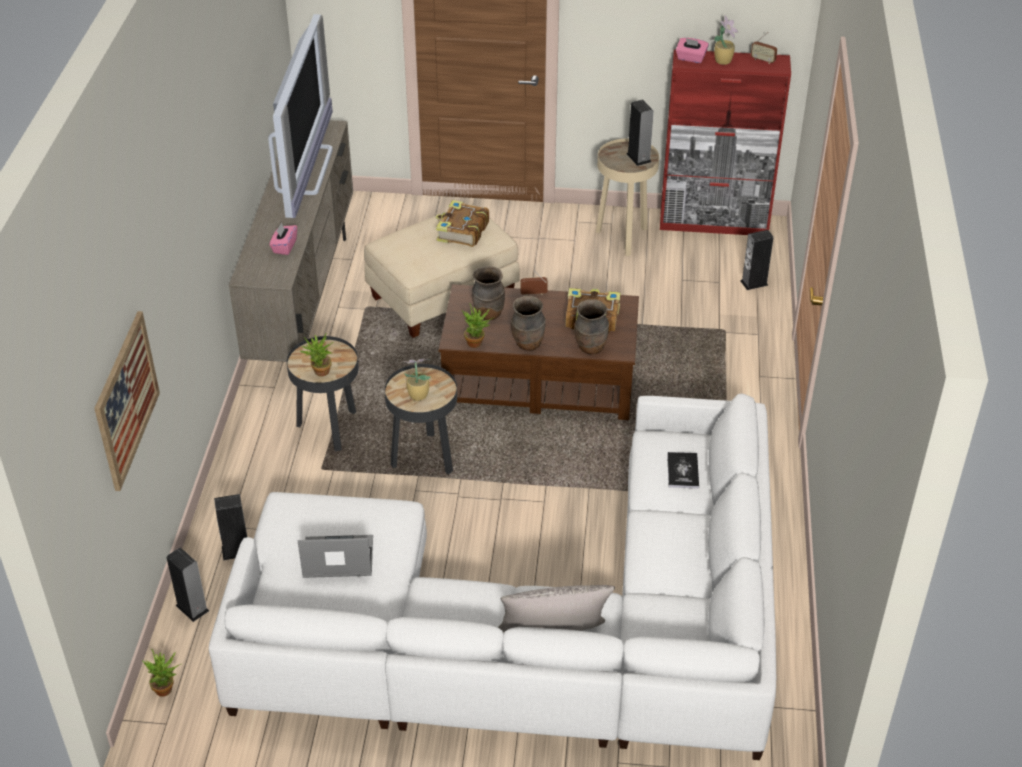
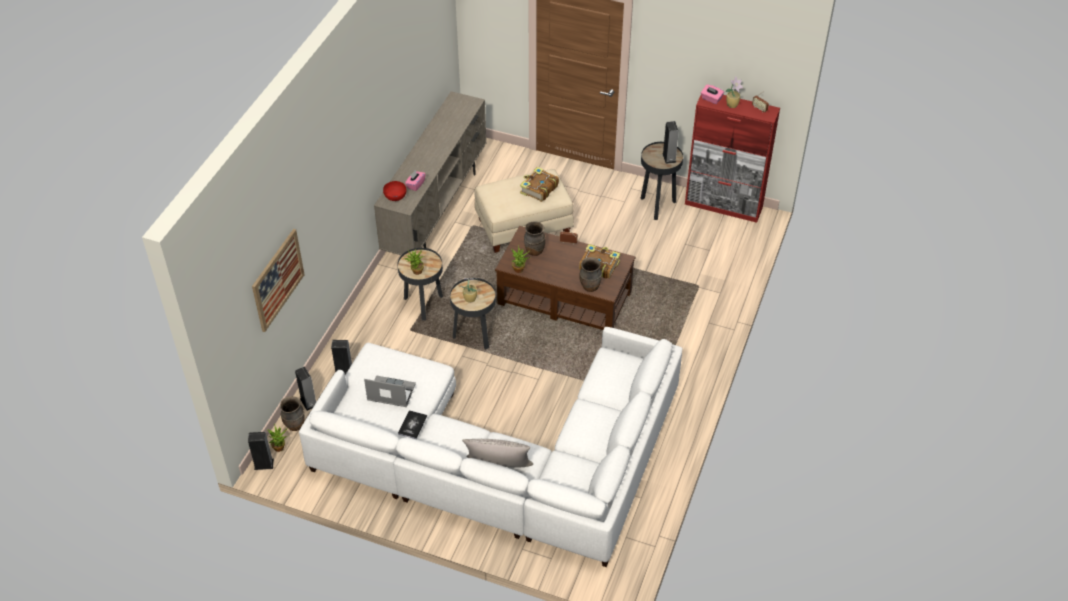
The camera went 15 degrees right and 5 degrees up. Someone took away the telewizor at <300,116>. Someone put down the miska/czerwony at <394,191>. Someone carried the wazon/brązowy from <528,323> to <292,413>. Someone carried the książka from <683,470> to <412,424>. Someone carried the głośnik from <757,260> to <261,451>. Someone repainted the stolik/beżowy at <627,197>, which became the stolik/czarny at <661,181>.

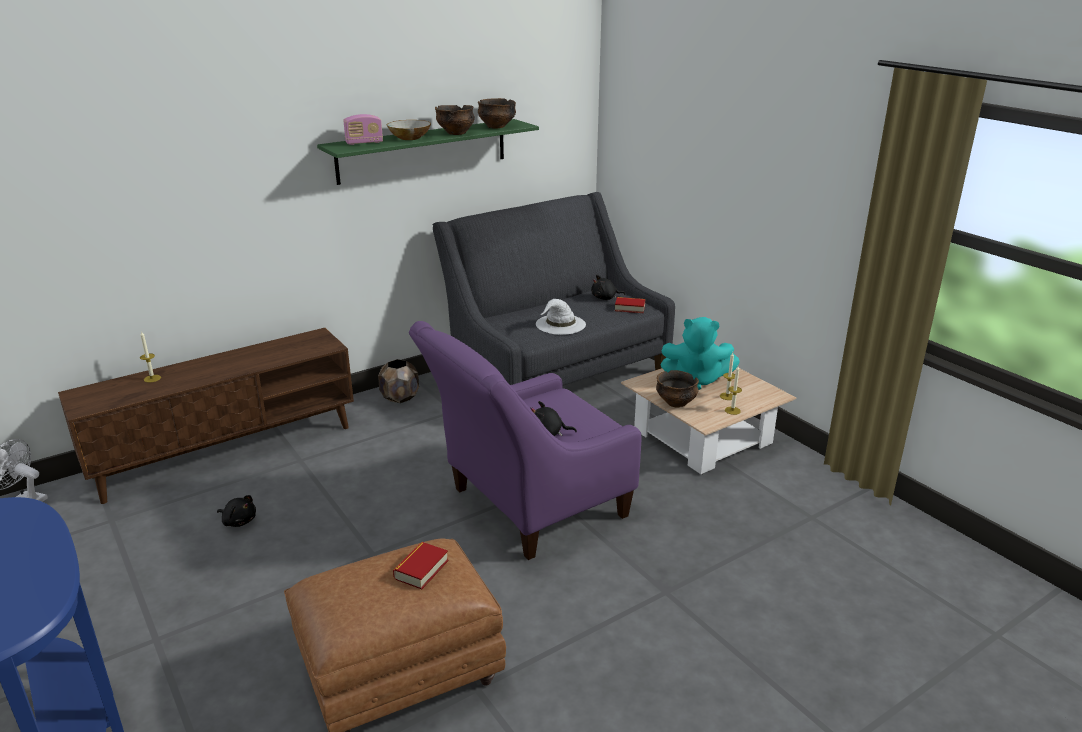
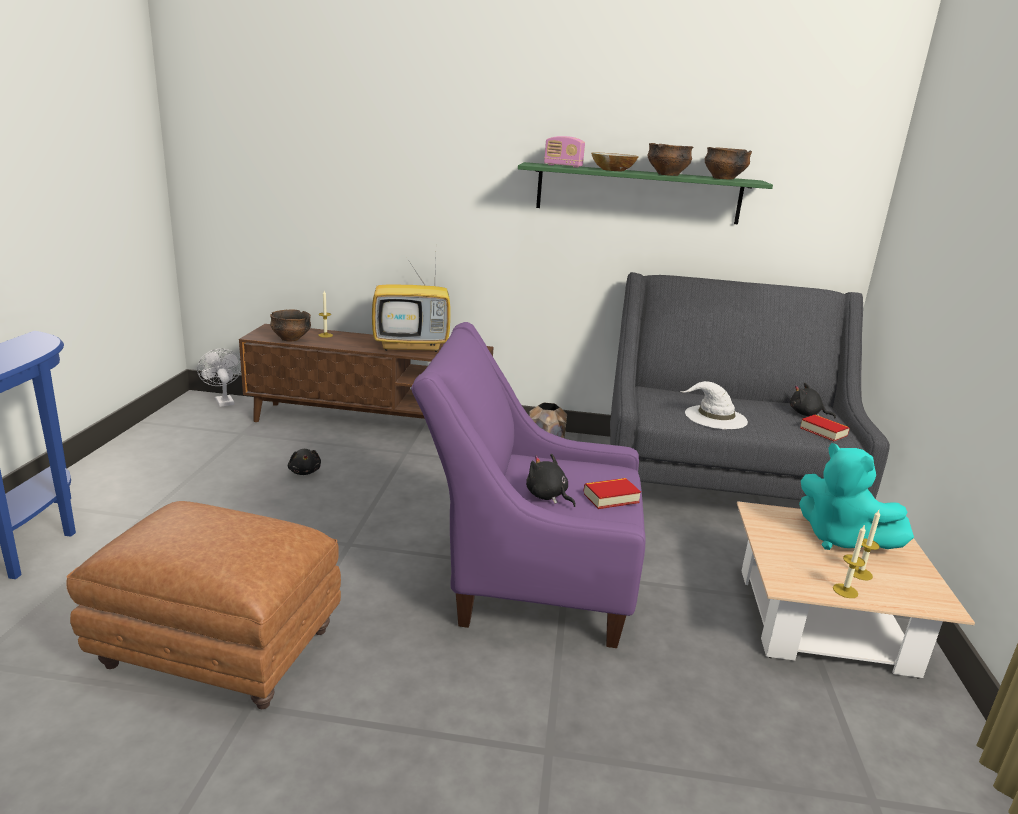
The camera went 40 degrees right and 5 degrees down. Someone put down the telewizor at <411,301>. Someone carried the książka from <421,565> to <612,493>. Someone carried the miska from <677,389> to <290,326>.

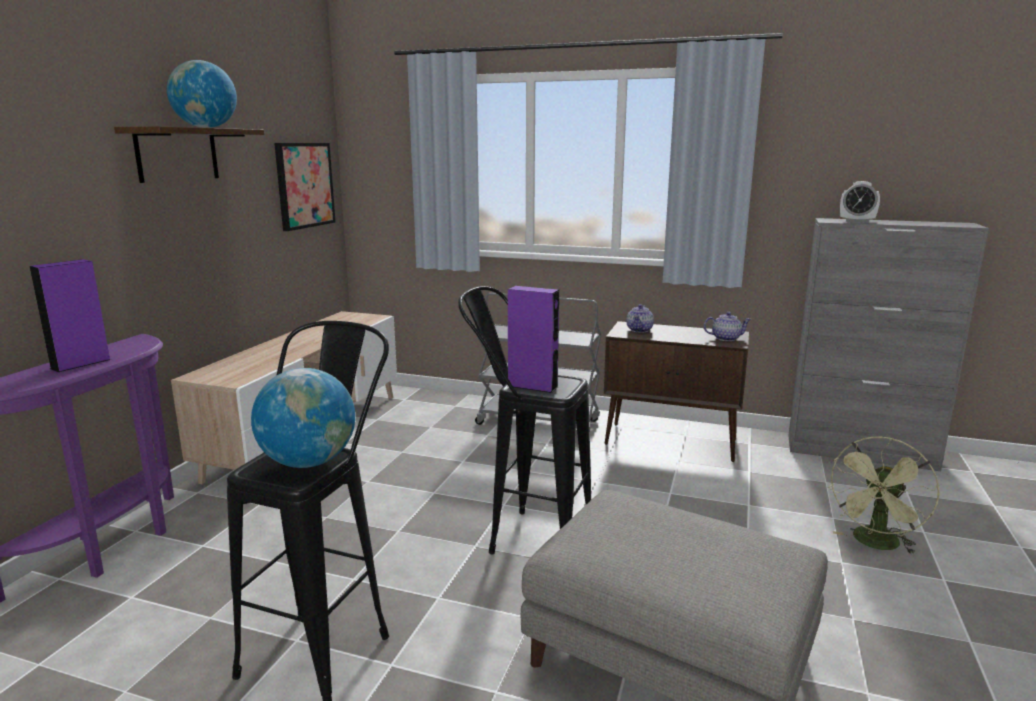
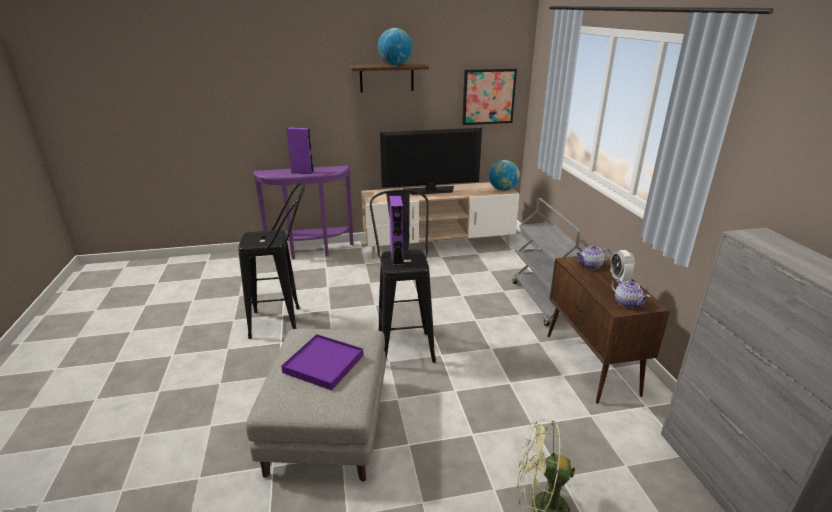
The camera went 60 degrees right and 10 degrees up. Someone put down the taca/fioletowy at <322,362>. Someone put down the telewizor at <431,161>. Someone carried the globus from <303,418> to <504,175>. Someone carried the budzik from <860,202> to <622,266>.

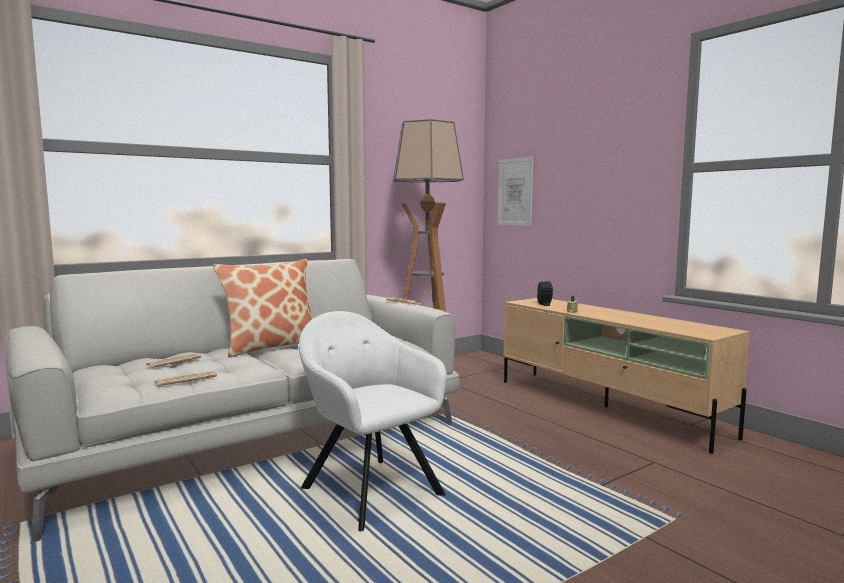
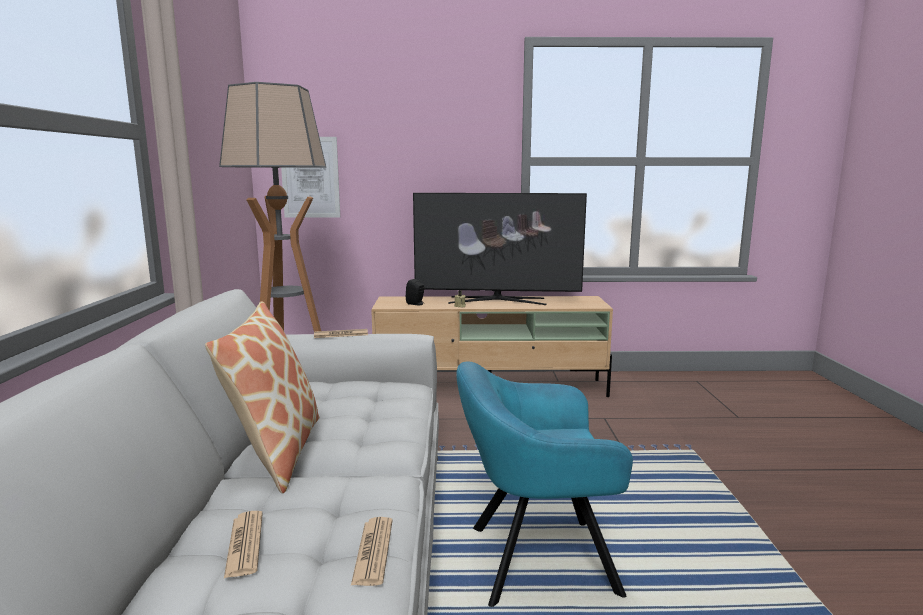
The camera went 55 degrees left and 5 degrees up. Someone put down the telewizor at <500,249>. Someone repainted the fotel/biały at <373,421>, which became the fotel/turkusowy at <544,484>.

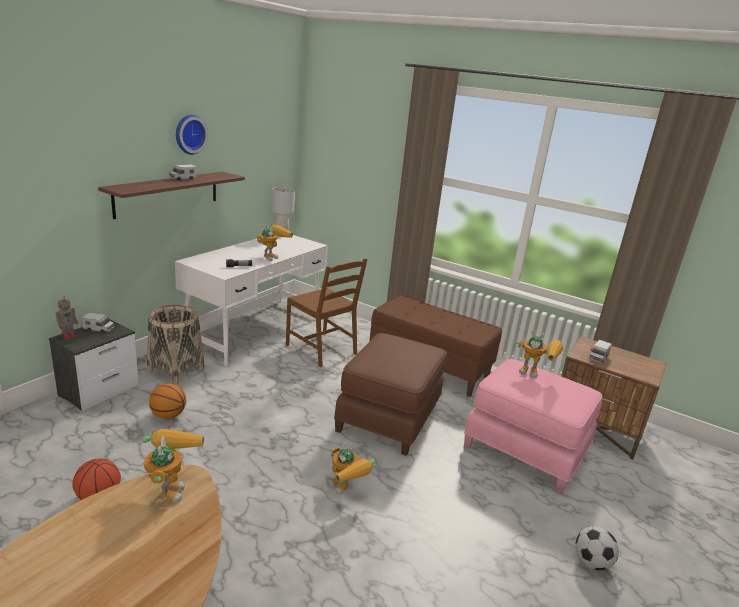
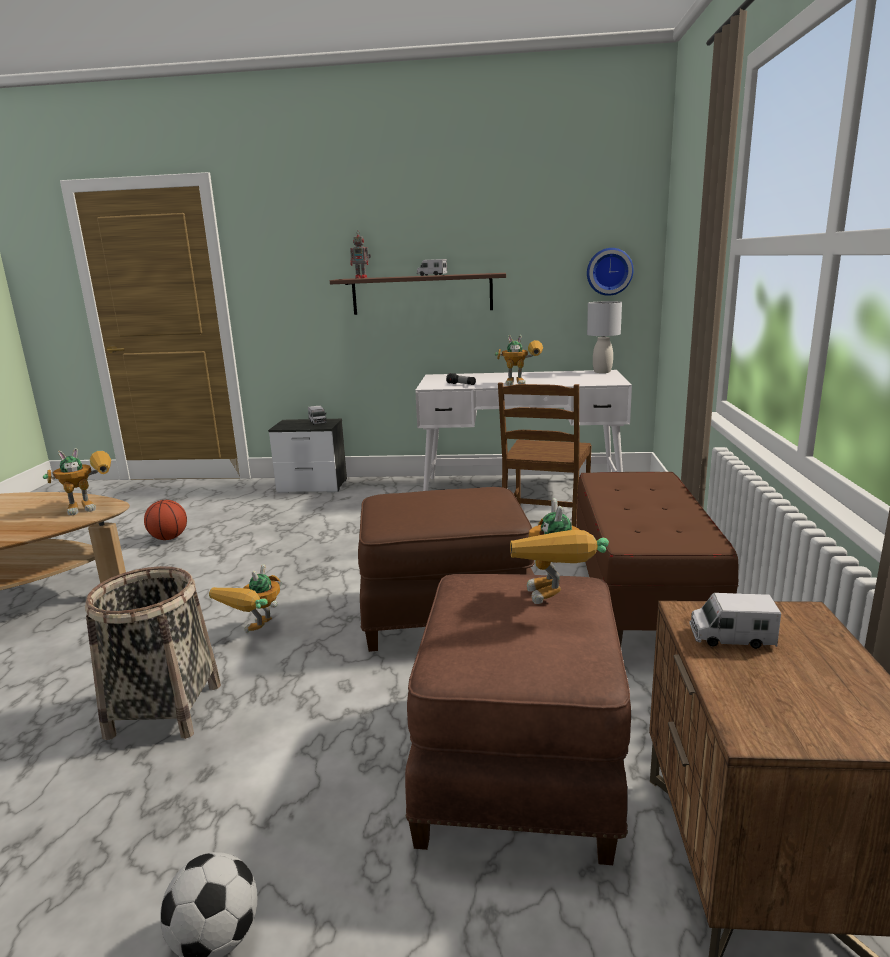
The camera went 65 degrees right and 5 degrees down. Someone took away the piłka do koszykówki at <167,401>. Someone carried the robot zabawkowy from <67,317> to <360,256>. Someone carried the koszyk from <176,345> to <153,653>. Someone carried the zegar ścienny from <192,135> to <610,272>. Someone repainted the pufa/różowy at <533,426>, which became the pufa/brązowy at <518,719>.

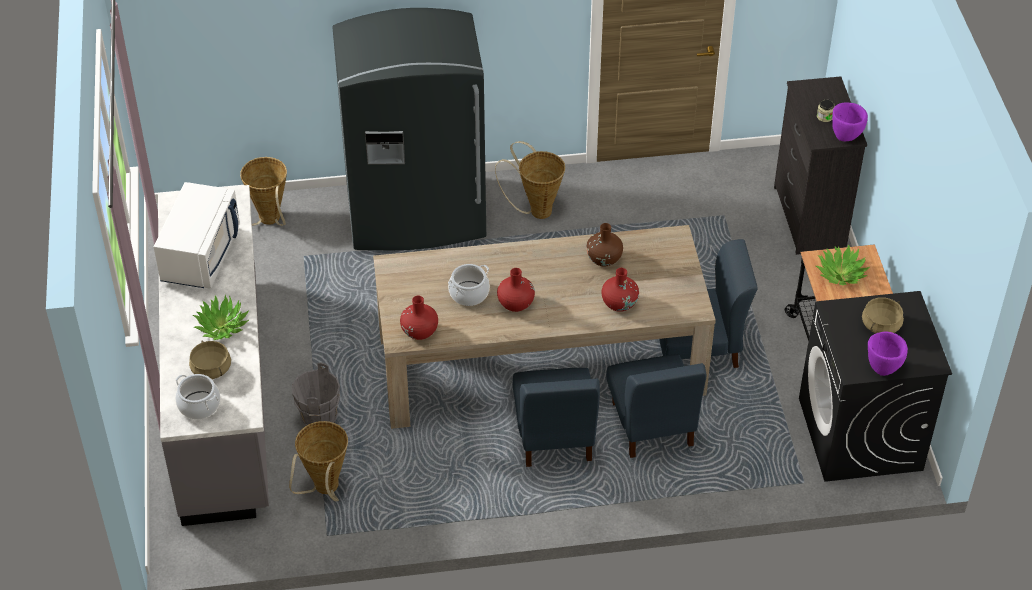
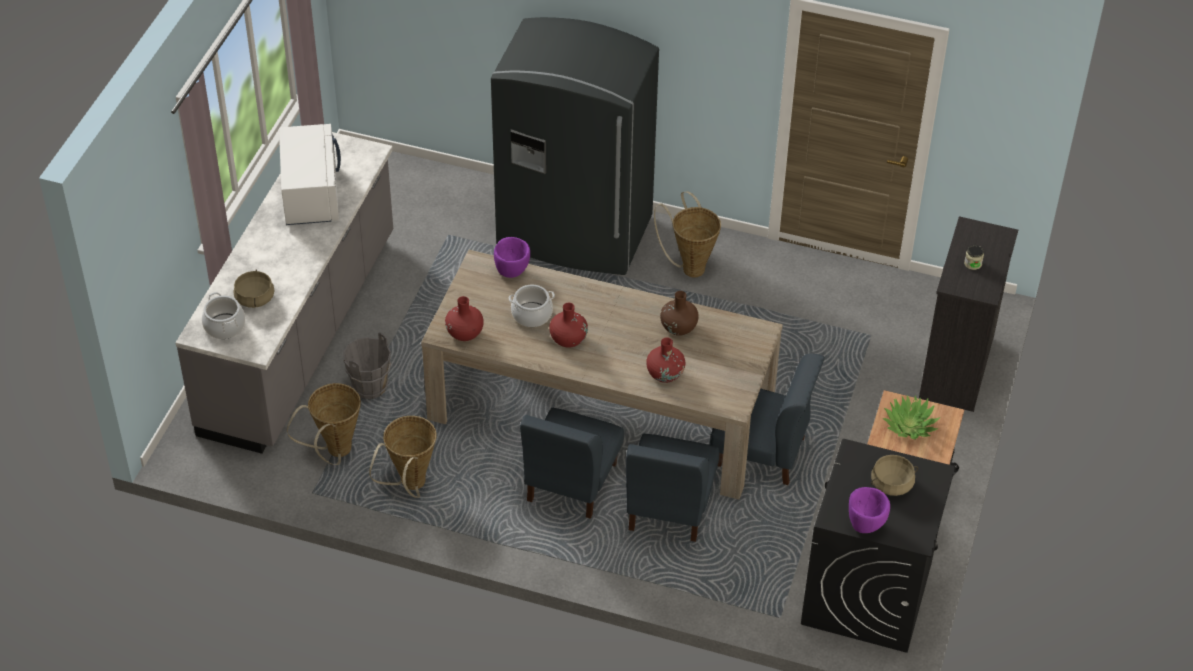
The camera went 25 degrees right and 0 degrees up. Someone took away the roślina doniczkowa at <221,317>. Someone carried the koszyk from <263,191> to <403,457>. Someone carried the miska/fioletowy from <850,121> to <512,257>. Someone rotated the mikrofalówka/biały at <197,235> by 45 degrees counterclockwise.

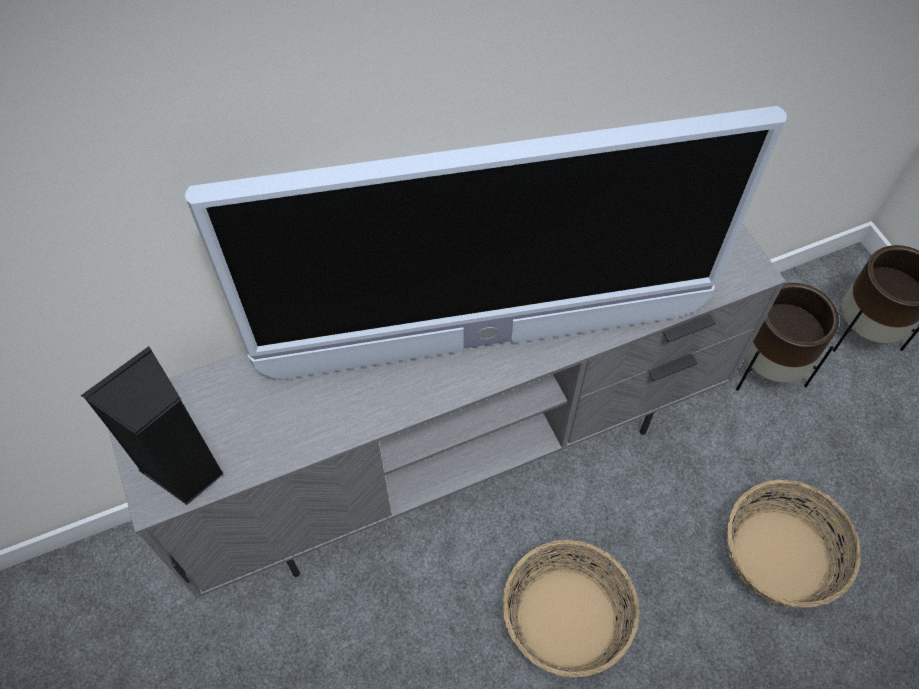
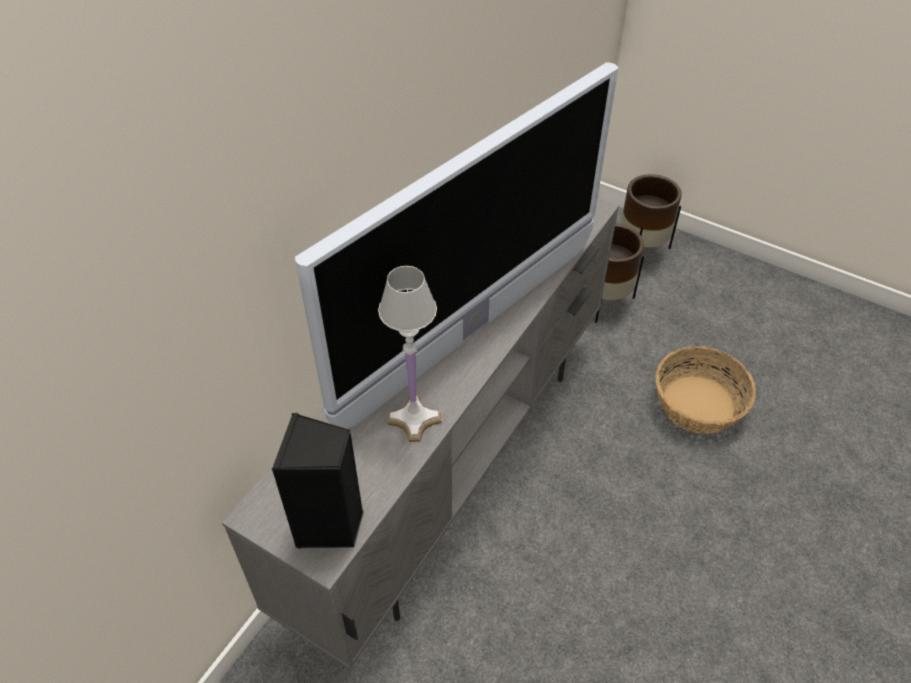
The camera went 35 degrees left and 10 degrees down. Someone took away the koszyk at <570,608>. Someone put down the lampa stołowa/biały at <409,354>.

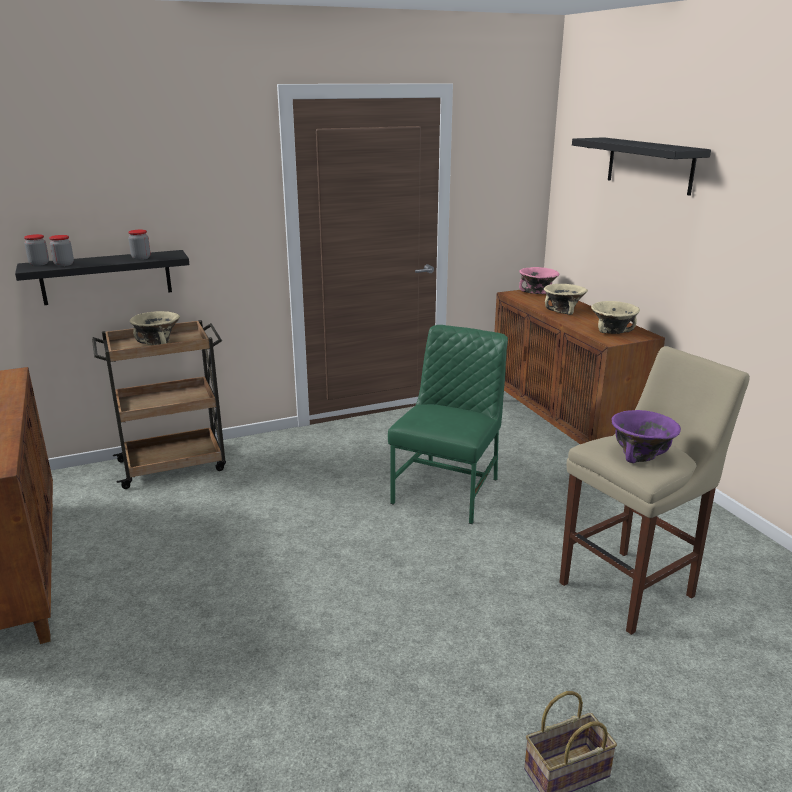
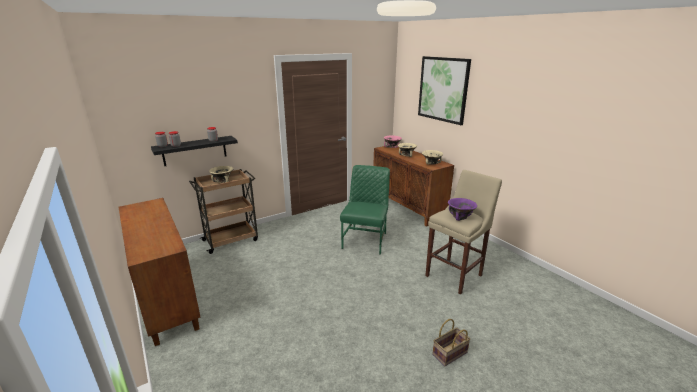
The camera went 10 degrees left and 0 degrees up. Someone swapped the półka/czarny at <641,166> for the obraz at <444,90>.

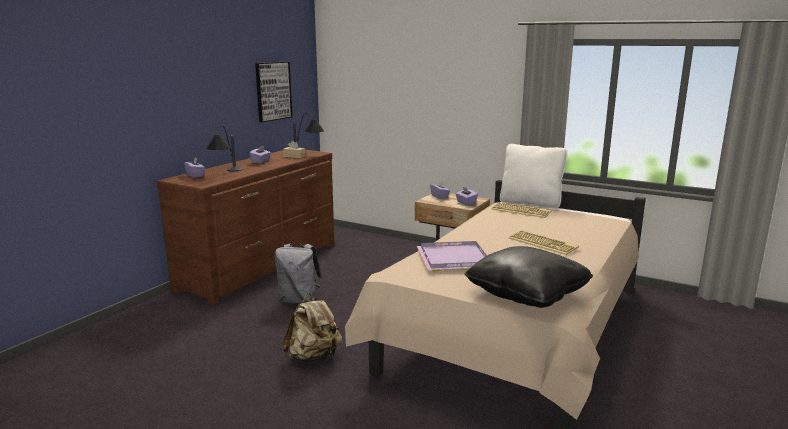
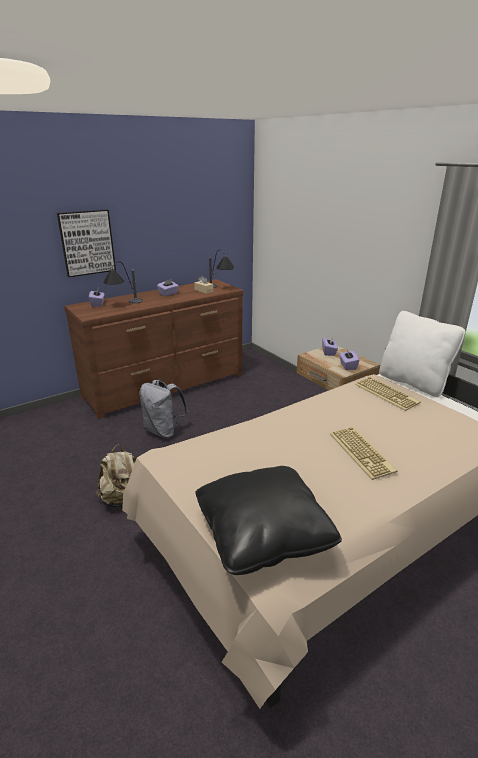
The camera went 25 degrees right and 10 degrees up. Someone took away the taca/fioletowy at <452,256>. Someone carried the obraz from <273,92> to <86,243>.

